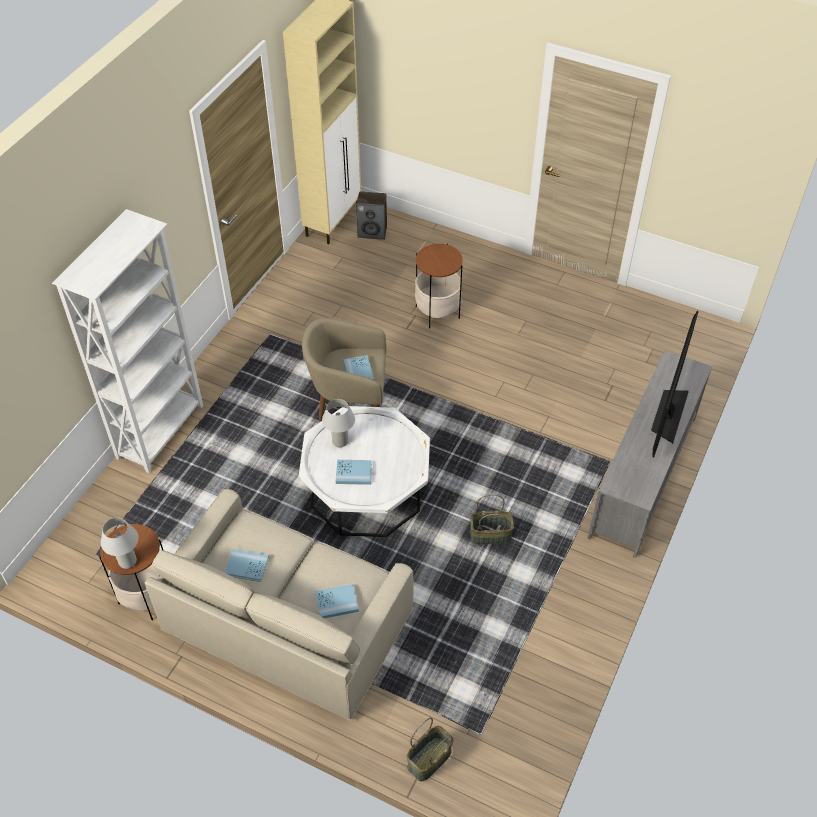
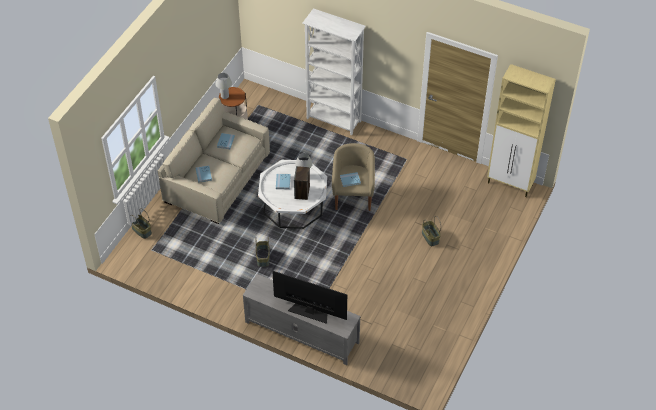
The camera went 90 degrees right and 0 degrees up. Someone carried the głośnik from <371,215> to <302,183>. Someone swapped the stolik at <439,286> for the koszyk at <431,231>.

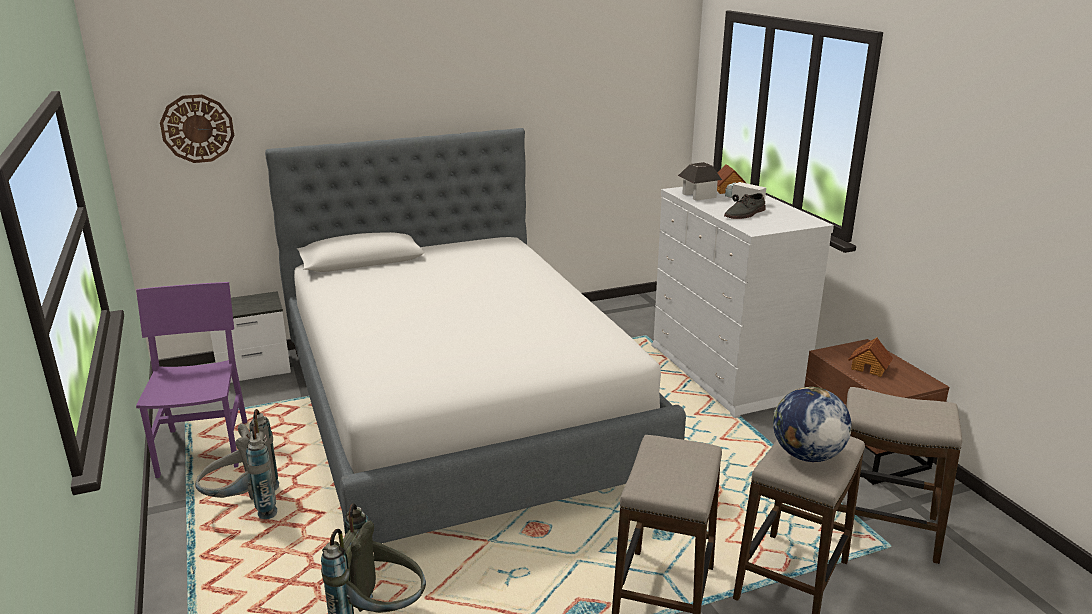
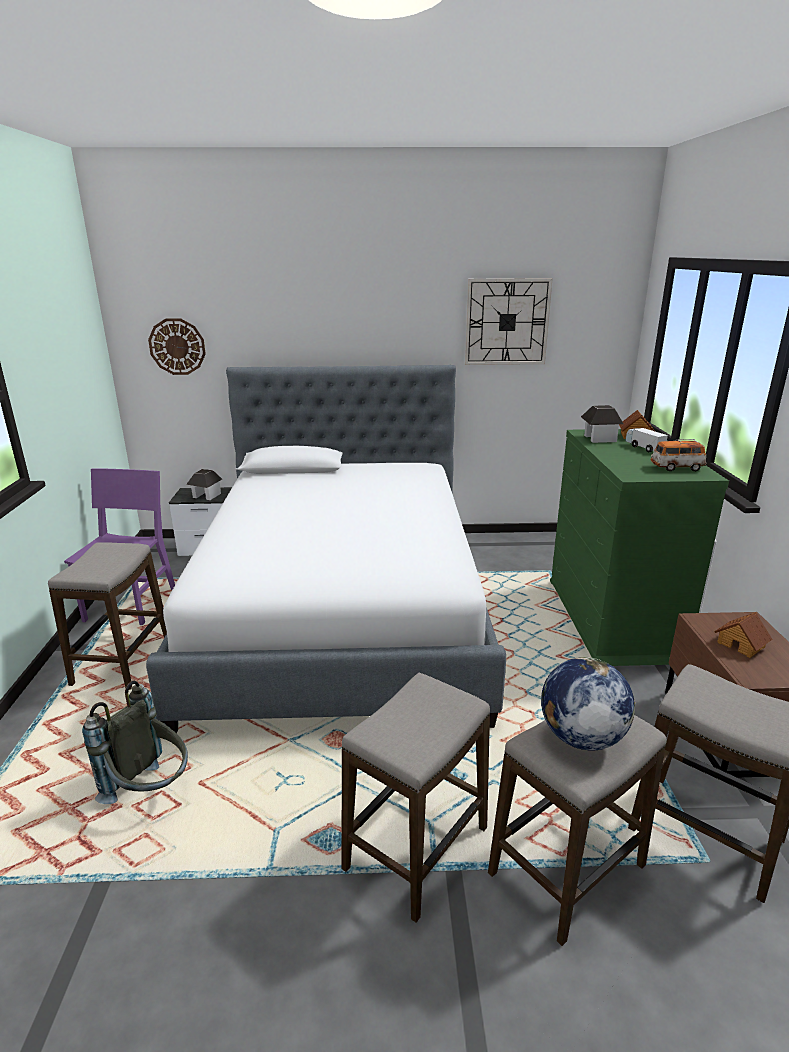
The camera went 20 degrees right and 0 degrees up. Someone took away the but/szary at <744,206>. Someone put down the domek at <204,484>. Someone put up the zegar ścienny at <509,321>. Someone put down the samochodzik at <679,455>. Someone swapped the plecak/szary at <237,464> for the stołek at <107,616>. Someone repainted the komoda/biały at <742,302>, which became the komoda/zielony at <639,547>.

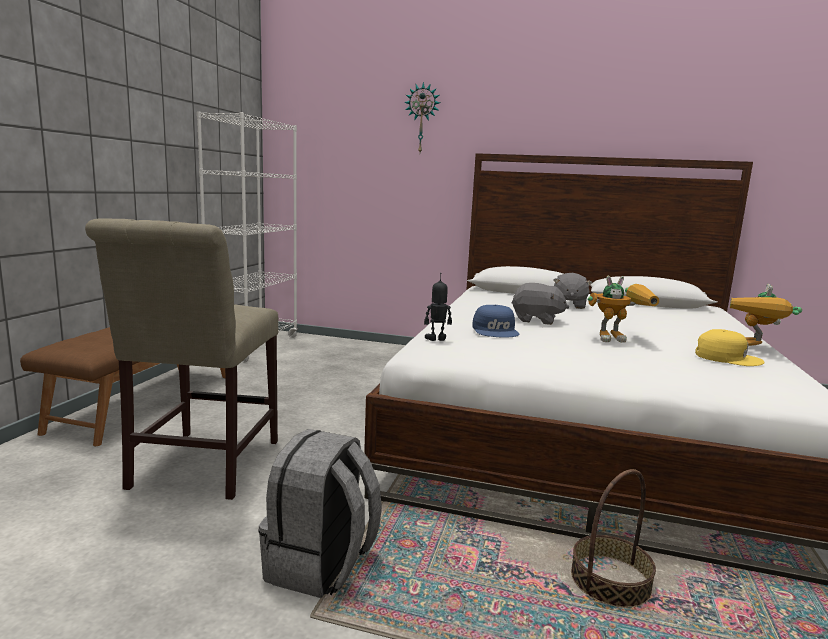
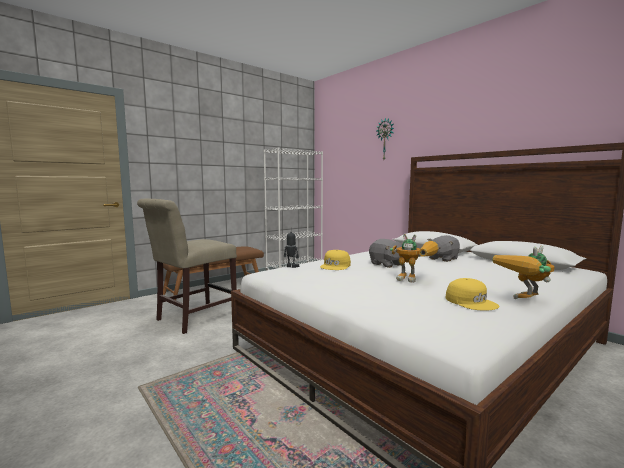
The camera went 35 degrees right and 5 degrees down. Someone took away the plecak/szary at <320,513>. Someone took away the koszyk at <613,538>. Someone repainted the czapka z daszkiem/niebieski at <495,321>, which became the czapka z daszkiem/żółty at <335,260>.

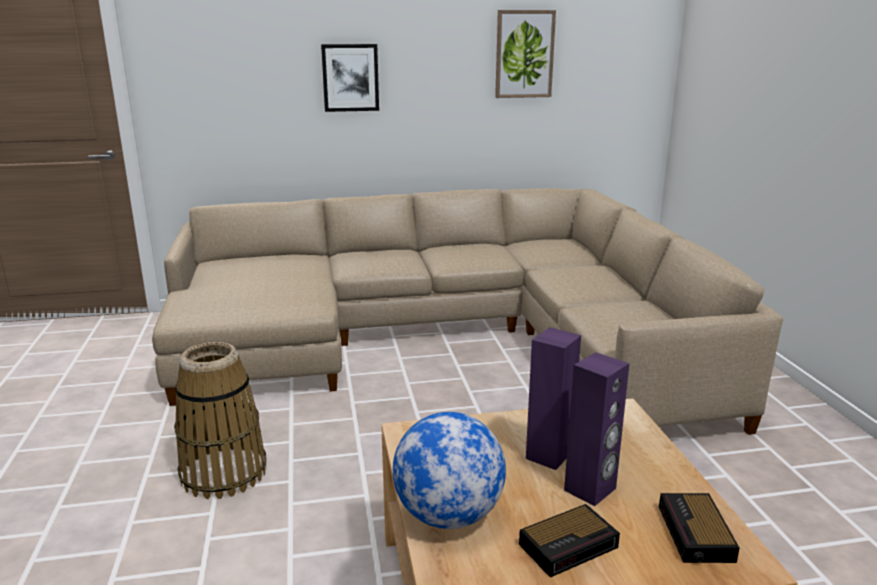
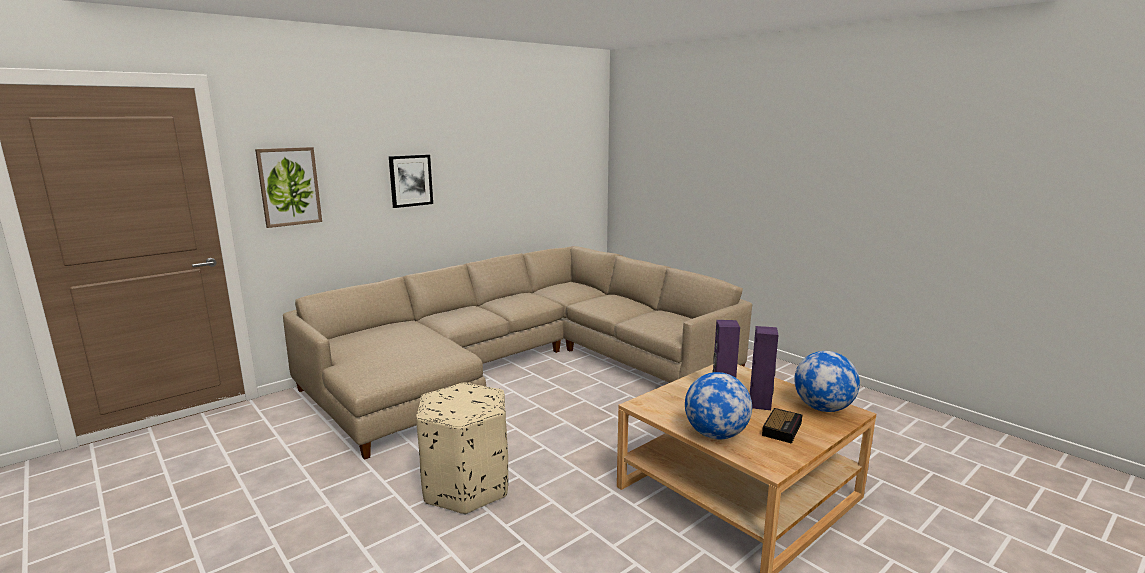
The camera went 30 degrees left and 5 degrees down. Someone carried the obraz from <525,54> to <288,187>. Someone swapped the koszyk at <220,420> for the pufa/beżowy at <462,449>. Someone swapped the budzik at <699,528> for the globus at <827,381>.

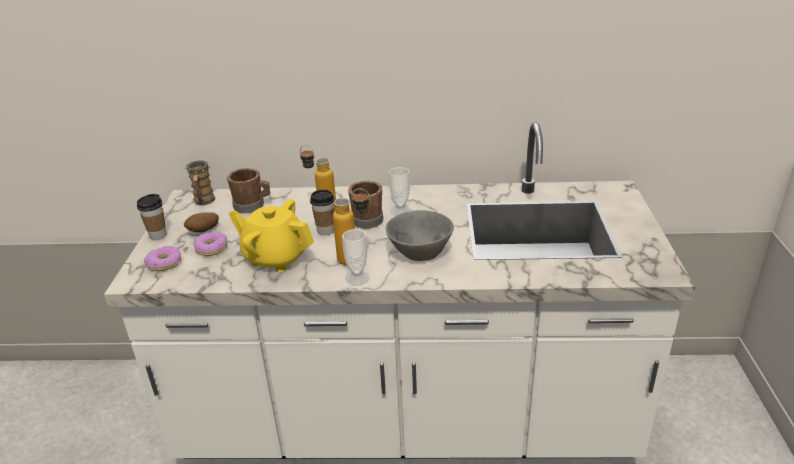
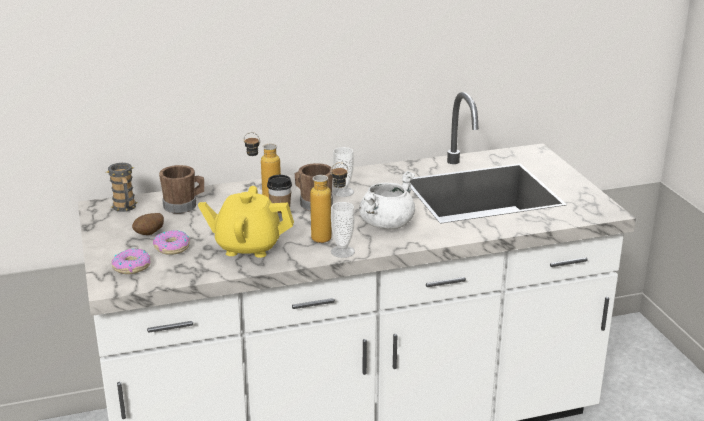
The camera went 20 degrees left and 5 degrees down. Someone took away the filiżanka at <152,217>. Someone swapped the miska/szary at <420,235> for the garnek/biały at <387,200>.

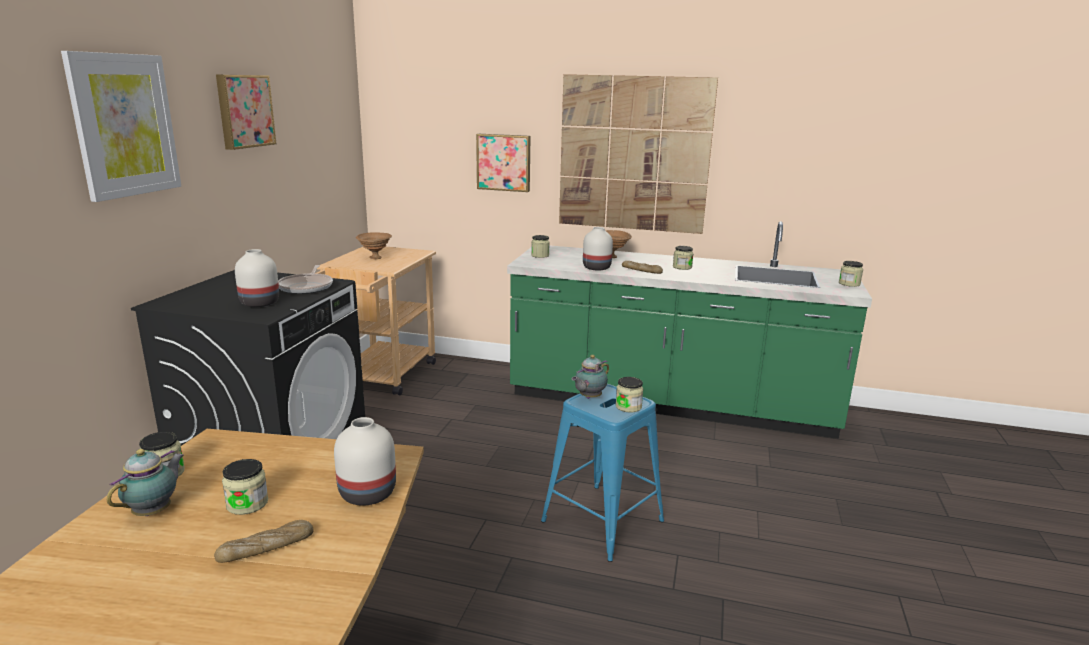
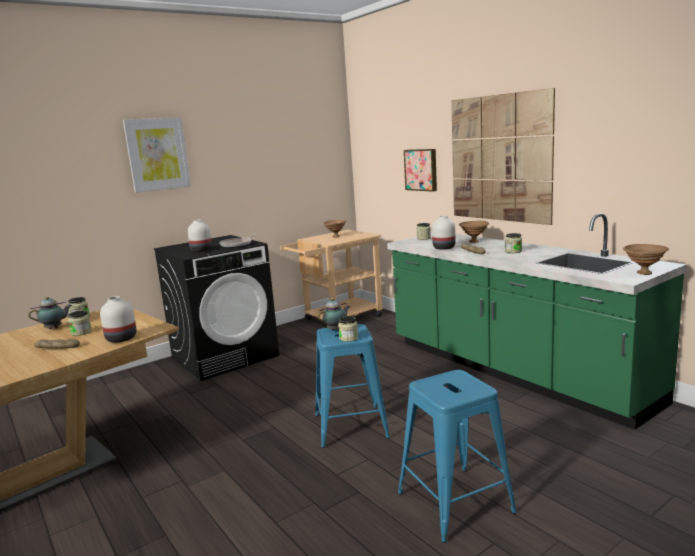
The camera went 40 degrees right and 5 degrees down. Someone took away the obraz at <246,112>. Someone put down the stołek/niebieski at <457,456>. Someone swapped the słoik at <851,274> for the miska/brązowy at <646,259>. Someone rotated the imbryk at <590,377> by 150 degrees clockwise.

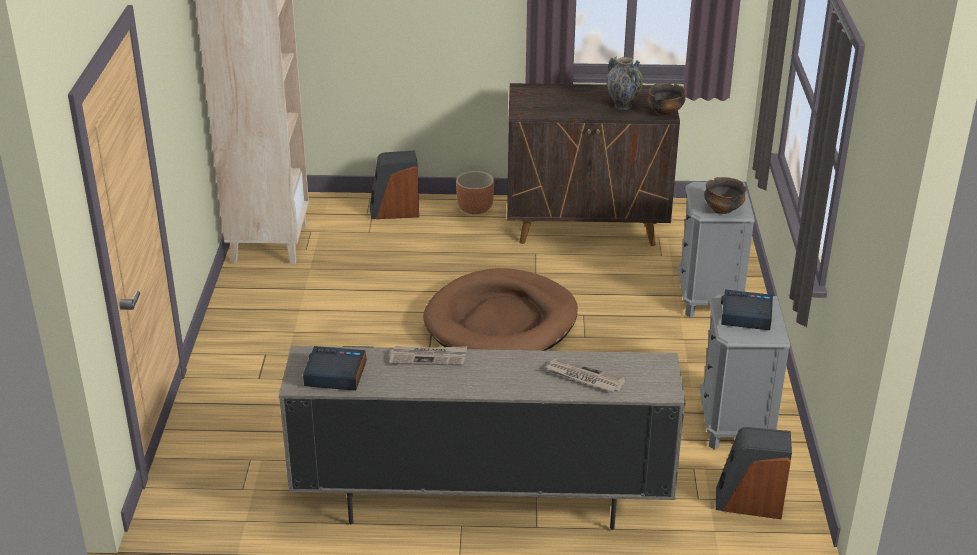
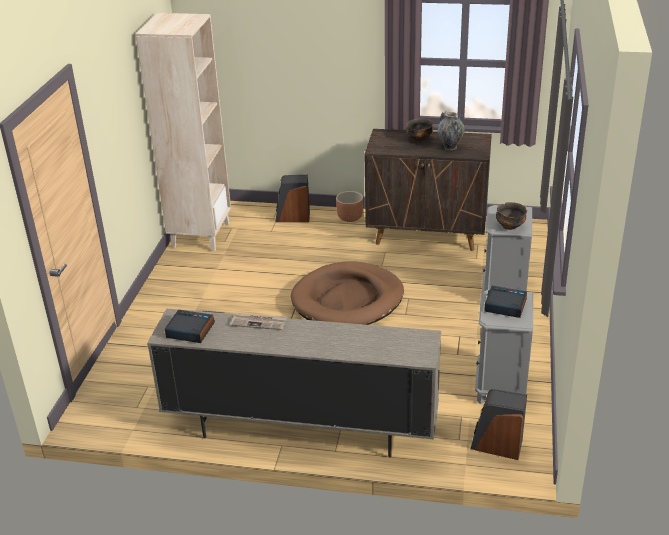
The camera went 10 degrees right and 0 degrees up. Someone took away the gazeta at <586,375>. Someone carried the miska from <666,99> to <420,130>.

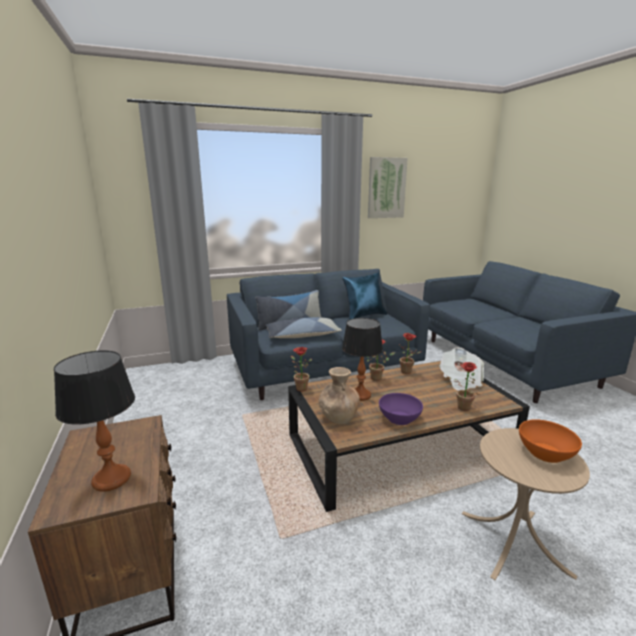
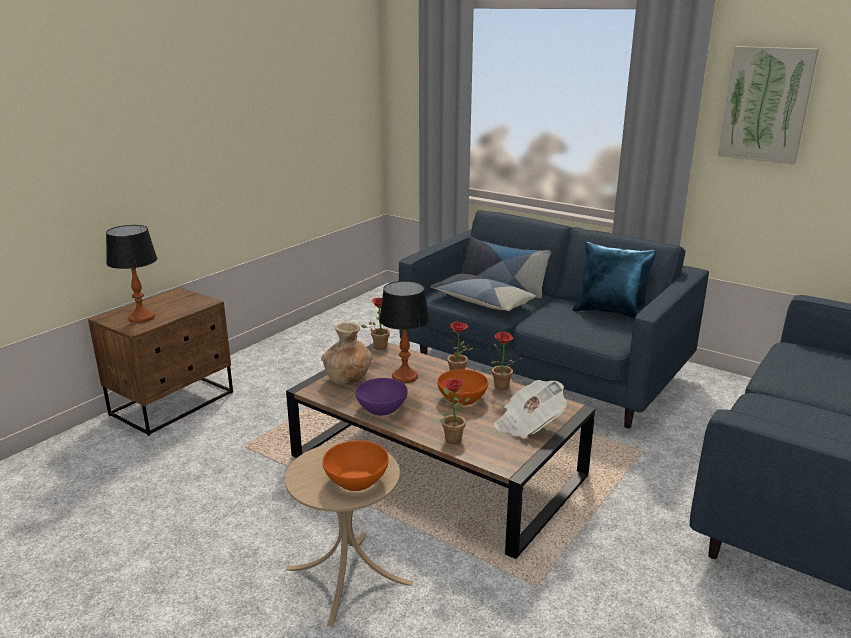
The camera went 55 degrees right and 5 degrees up. Someone put down the miska/pomarańczowy at <462,387>.

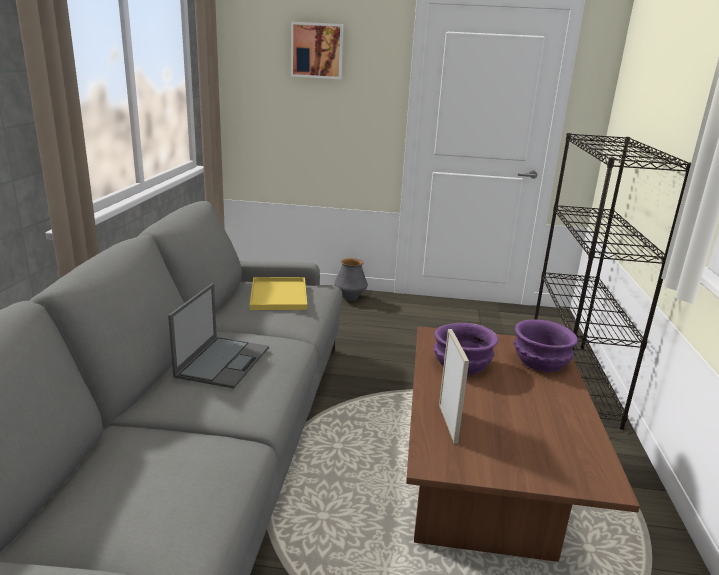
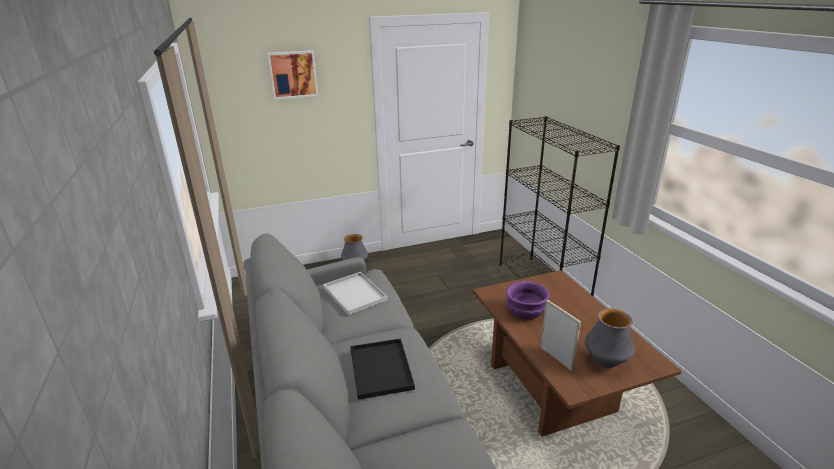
The camera went 25 degrees left and 5 degrees up. Someone took away the miska/fioletowy at <546,346>. Someone put down the wazon at <610,338>. Someone swapped the laptop at <218,336> for the taca/czarny at <382,369>. Someone repainted the taca/żółty at <278,293>, which became the taca/biały at <355,293>.

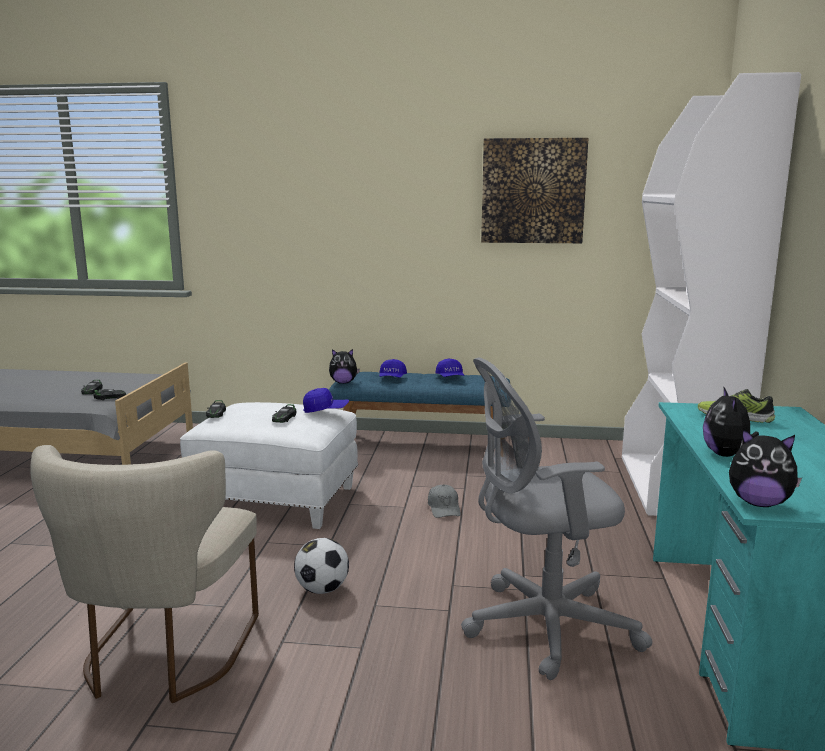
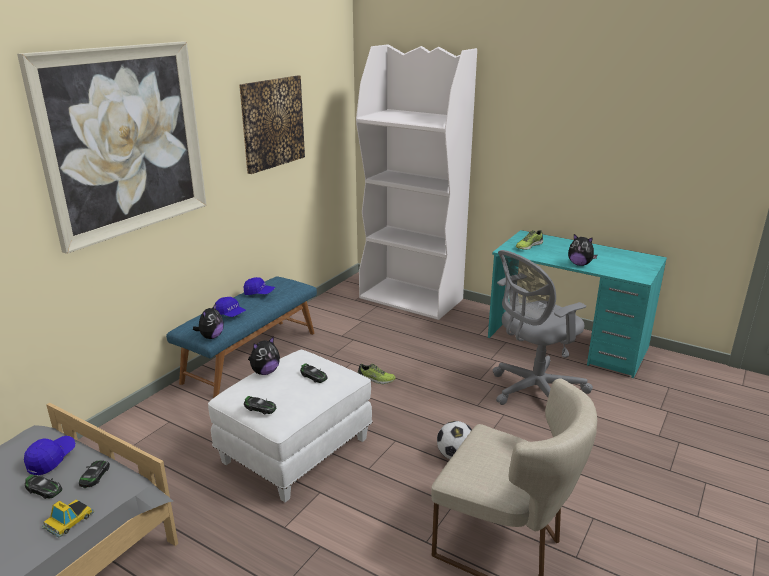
The camera went 65 degrees left and 10 degrees up. Someone put up the obraz at <112,148>. Someone put down the samochodzik at <68,518>. Someone carried the czapka z daszkiem/niebieski from <326,400> to <49,456>. Someone carried the pluszak from <765,467> to <264,355>. Someone swapped the czapka z daszkiem/szary at <444,501> for the but at <376,374>. Someone rotated the krzesło biurowe/szary at <556,519> by 45 degrees clockwise.

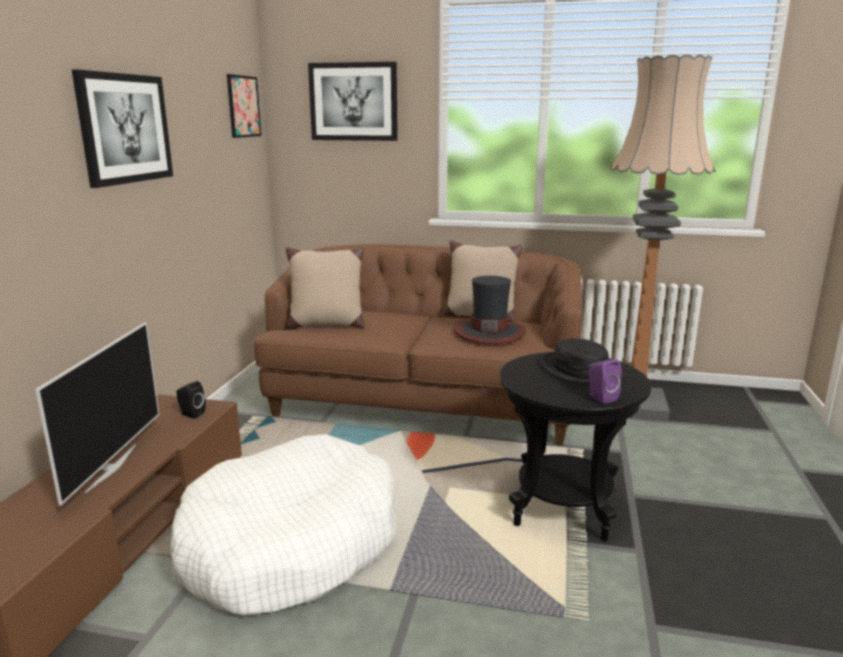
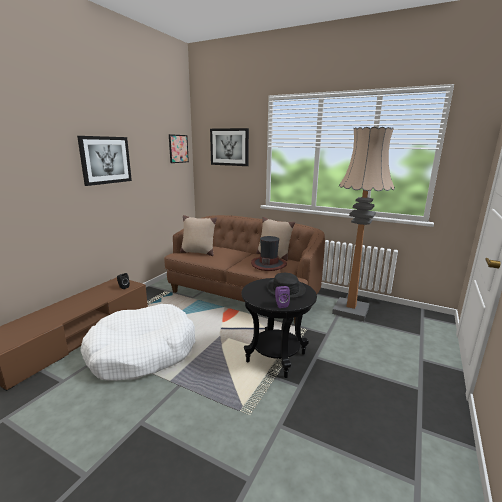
The camera went 15 degrees right and 0 degrees up. Someone took away the telewizor at <97,414>.

